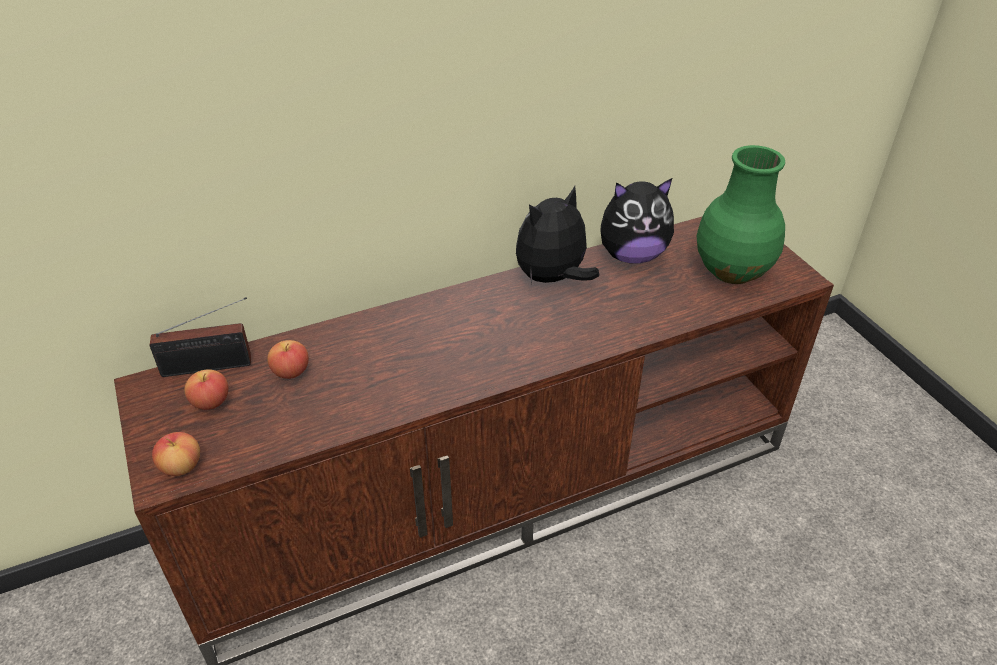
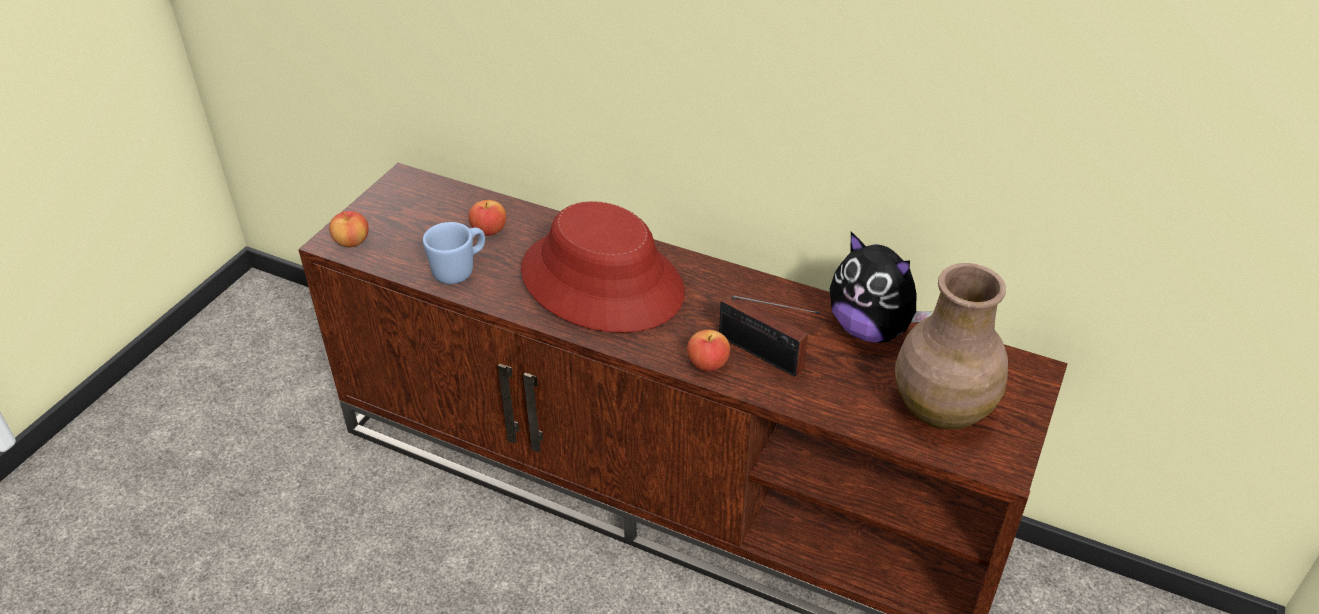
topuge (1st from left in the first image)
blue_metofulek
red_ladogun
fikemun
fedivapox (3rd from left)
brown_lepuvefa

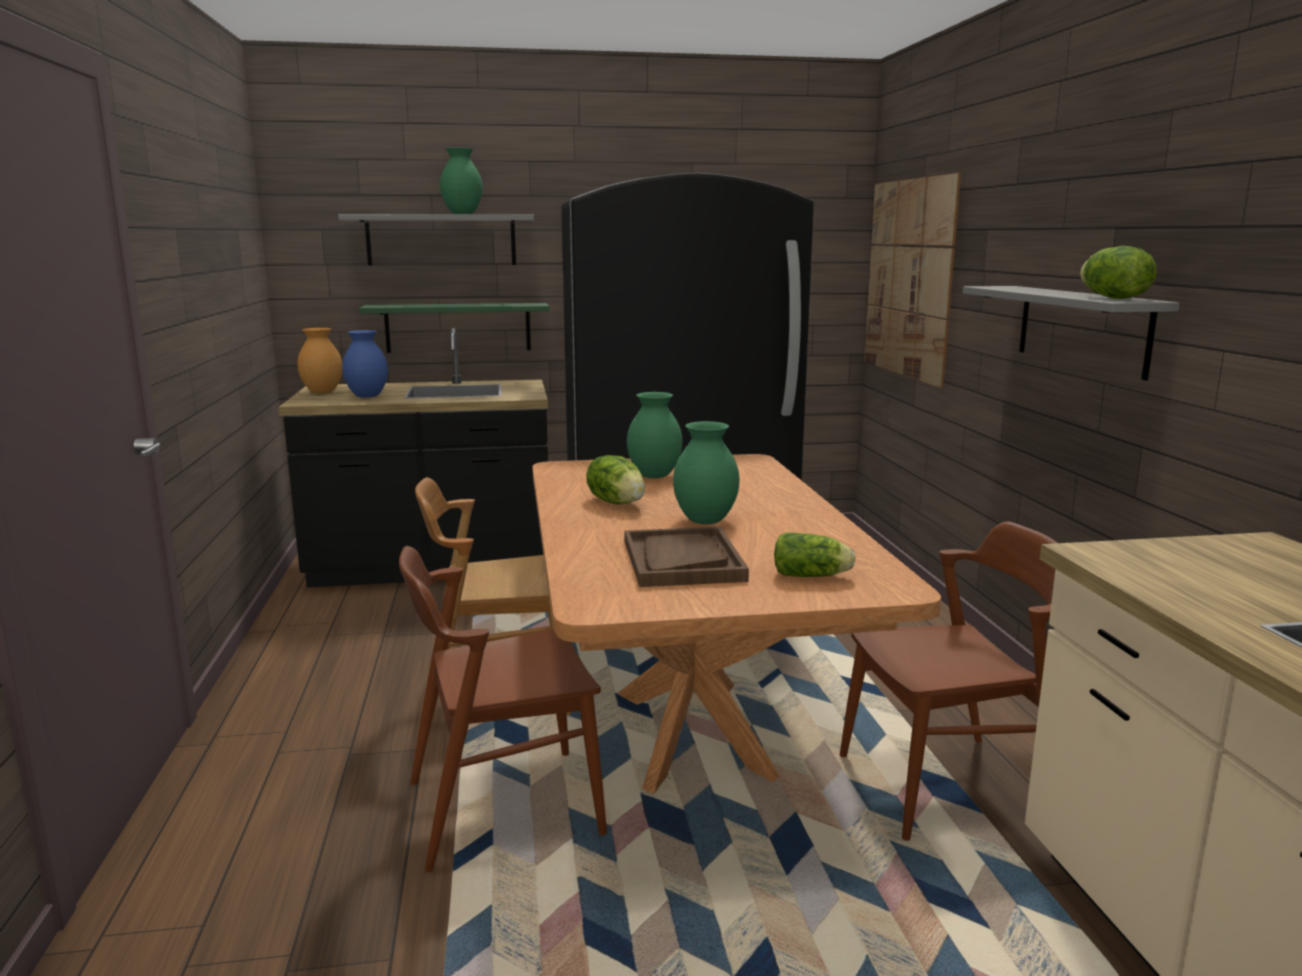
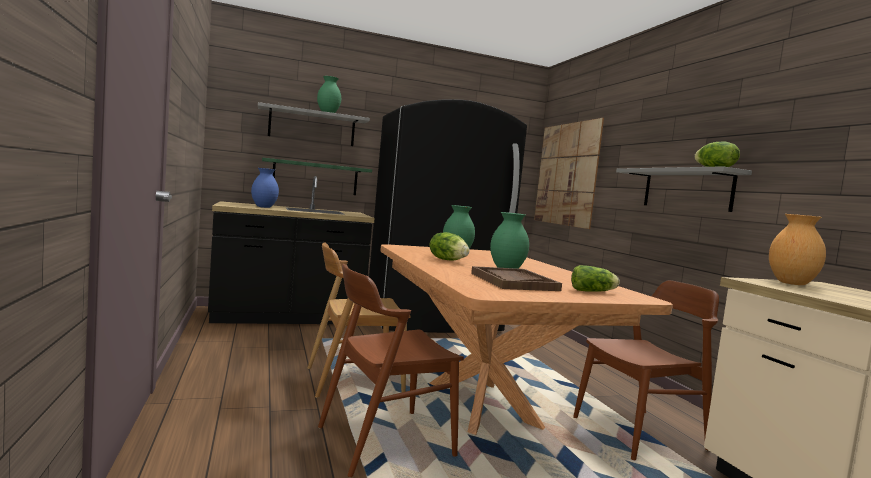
brown_lepuvefa

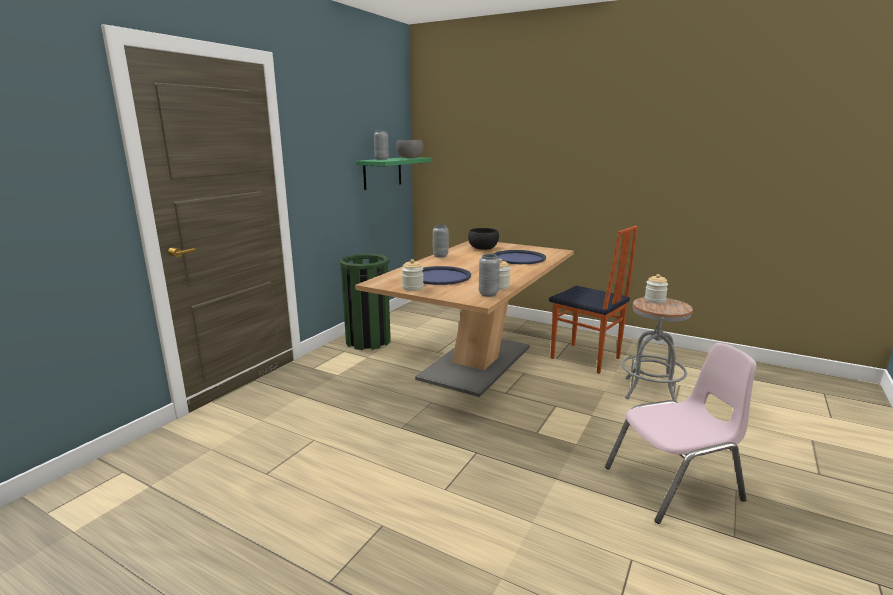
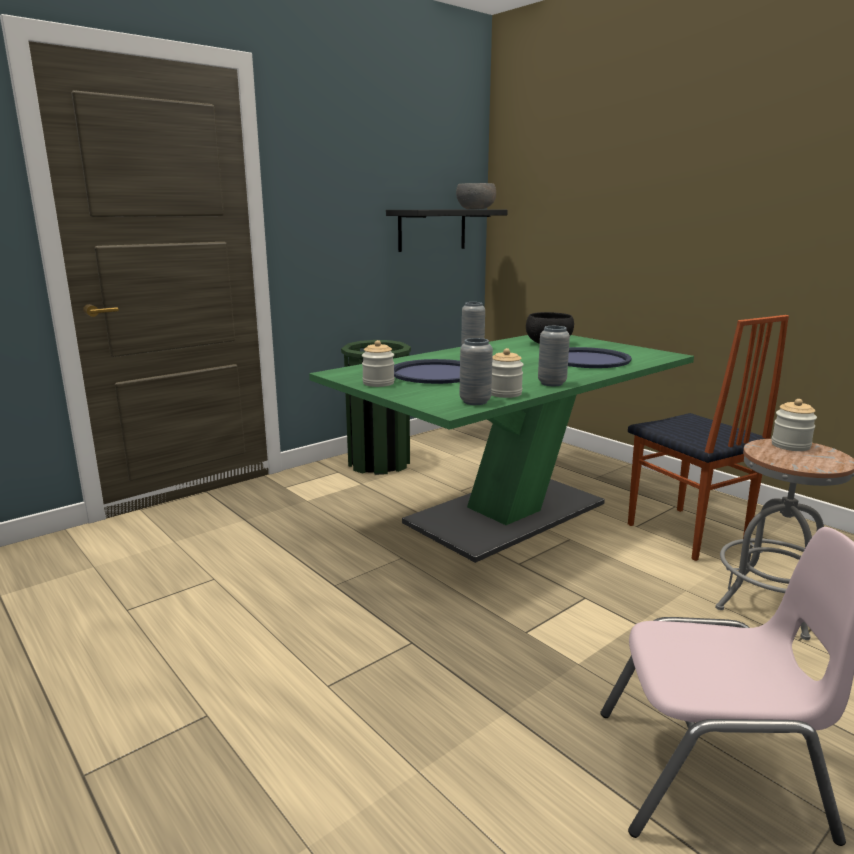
grey_lepuvefa (3rd from left)
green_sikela
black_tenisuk

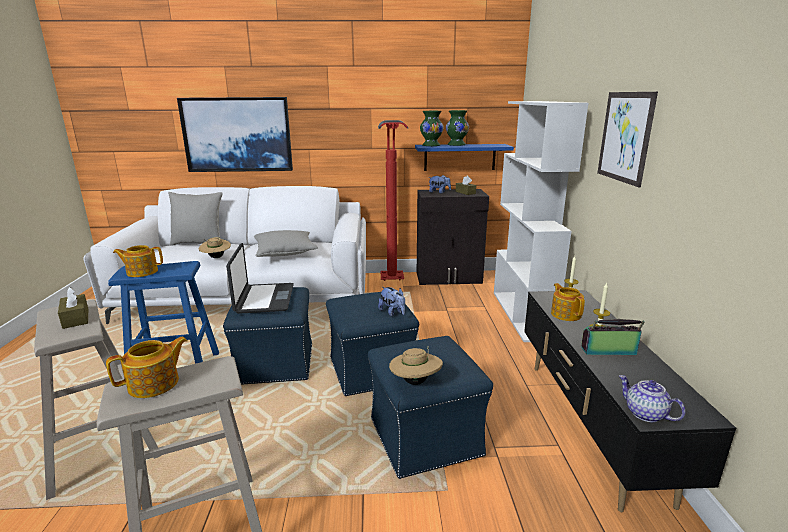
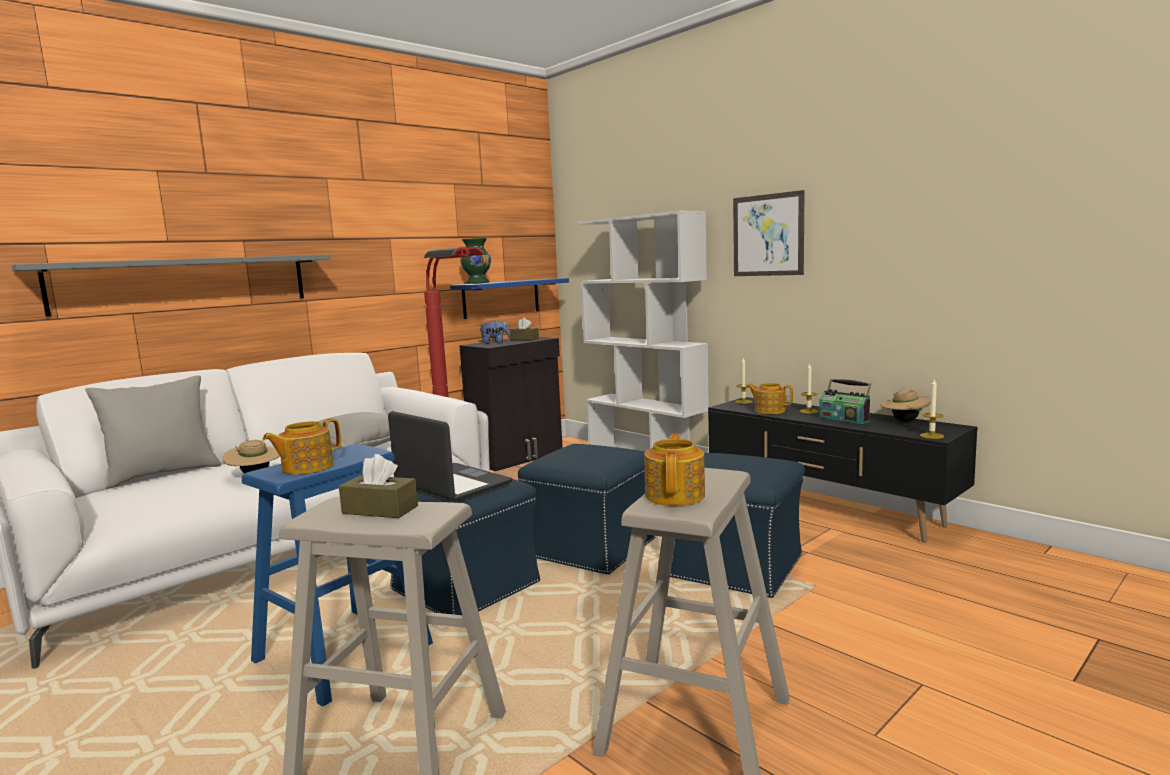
topuge (1st from left in the first image)
green_lepuvefa (2nd from left in the first image)
beige_ladogun (2nd from left)
grey_tenisuk
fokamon (3rd from left)
fikemun

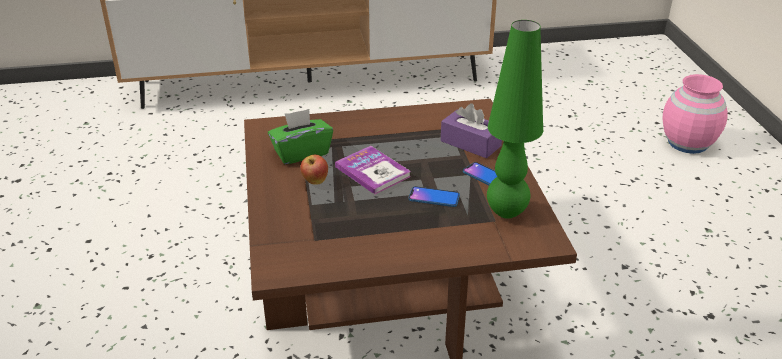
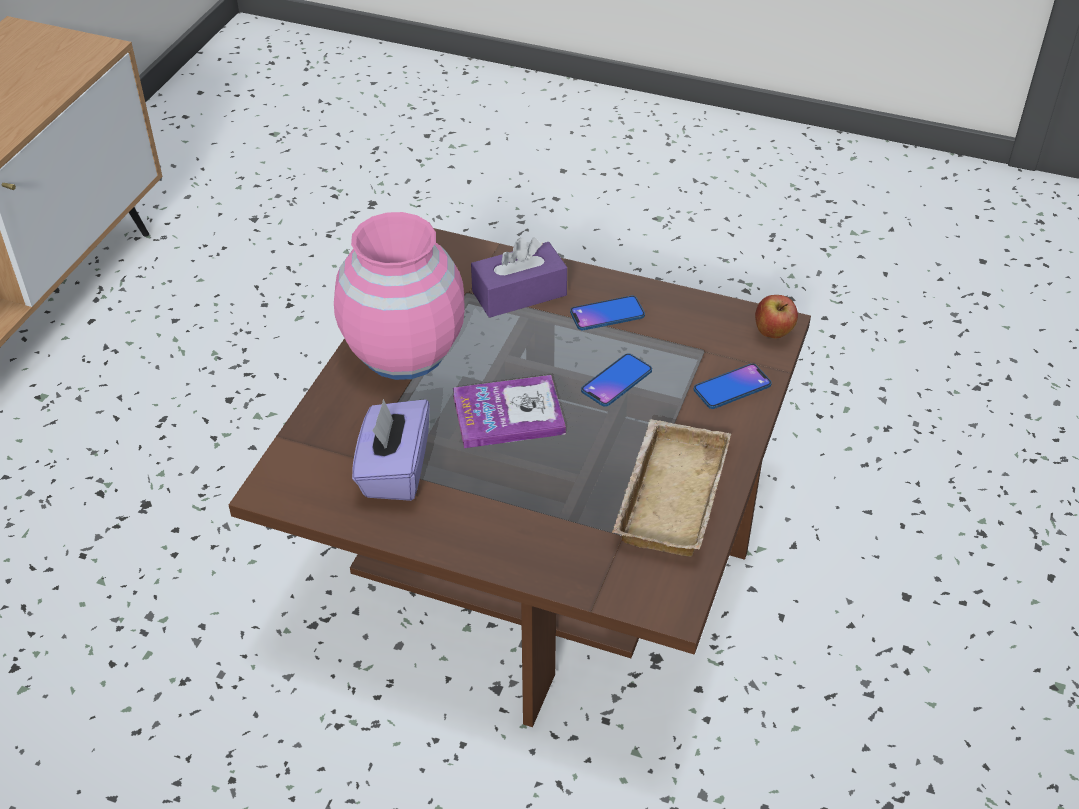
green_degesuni
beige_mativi
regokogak (3rd from left)
fedivapox
pink_lepuvefa
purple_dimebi (1st from left)

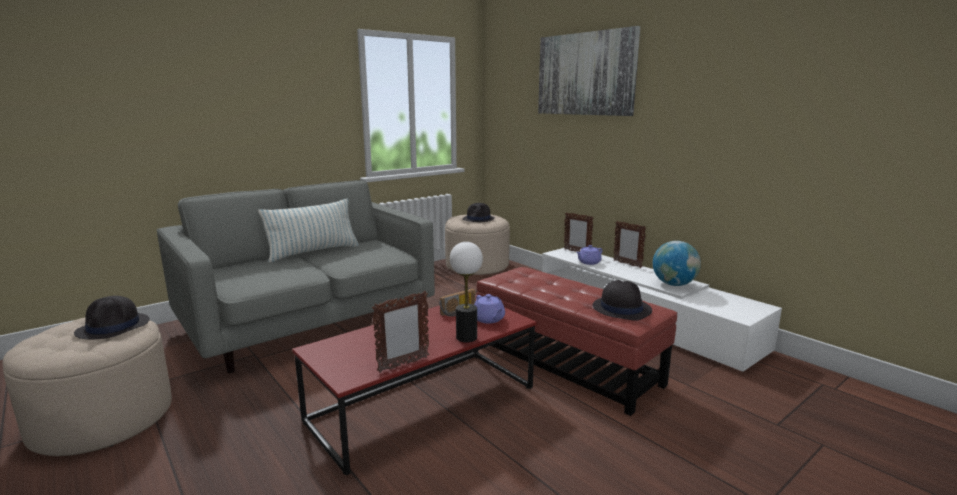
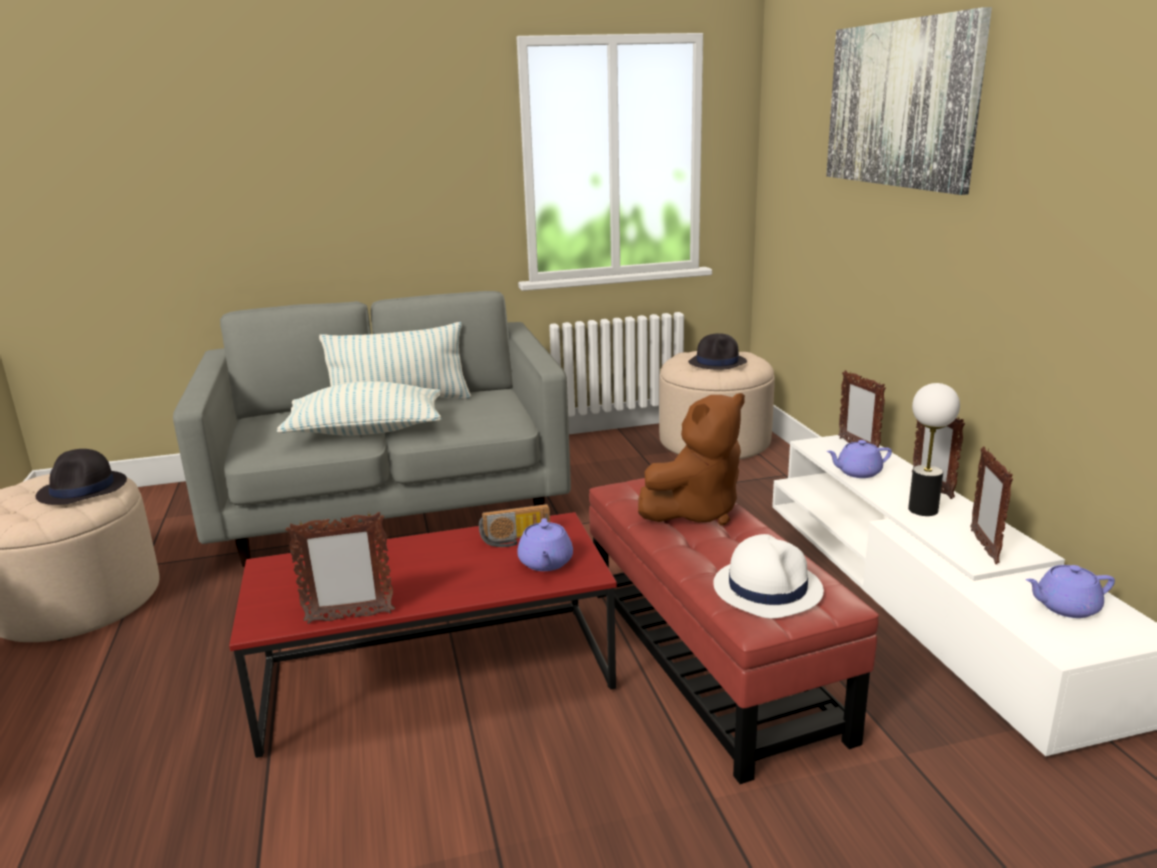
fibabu (1st from left)
brown_topuge
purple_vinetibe (3rd from left)
degesuni
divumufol (4th from left)
white_ladogun

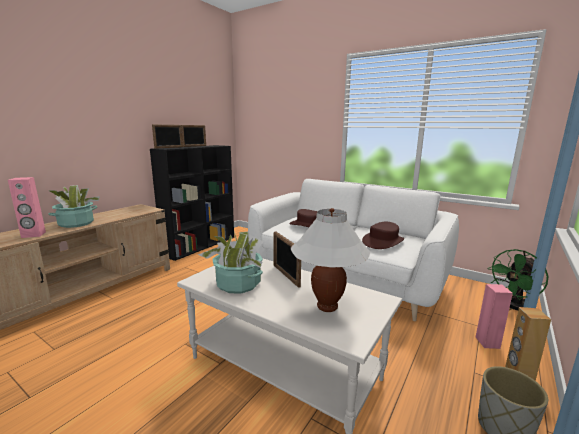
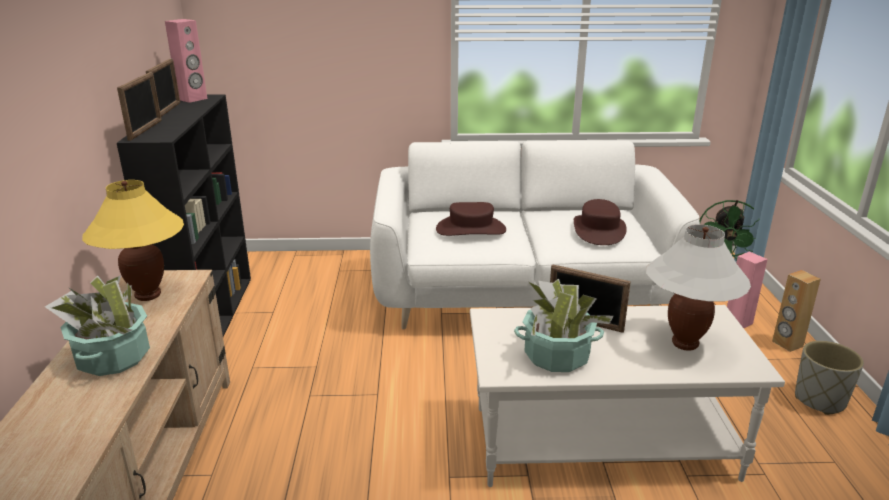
yellow_degesuni
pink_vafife (1st from left)

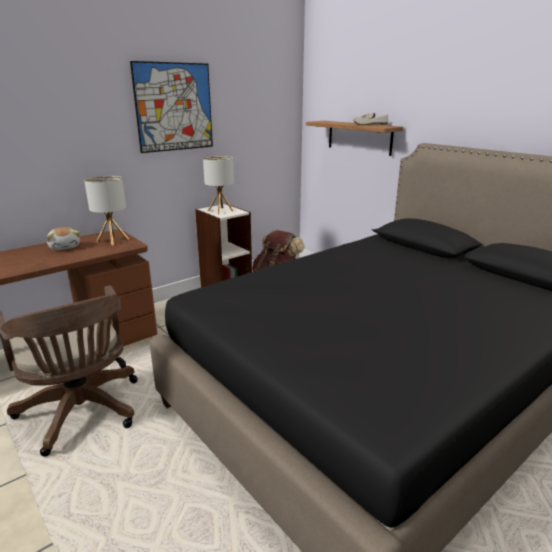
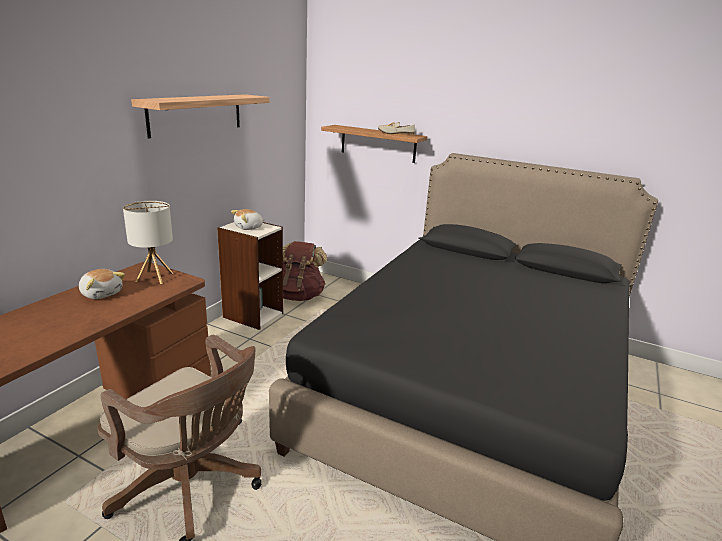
tenisuk (1st from left)
topuge (2nd from left)

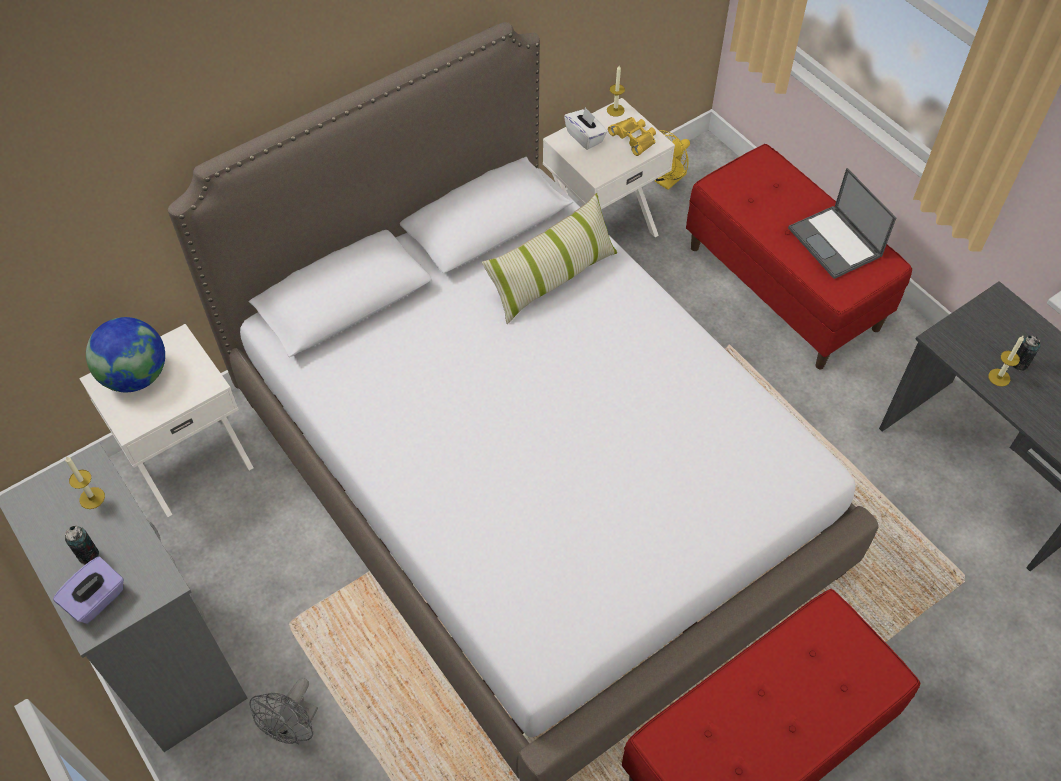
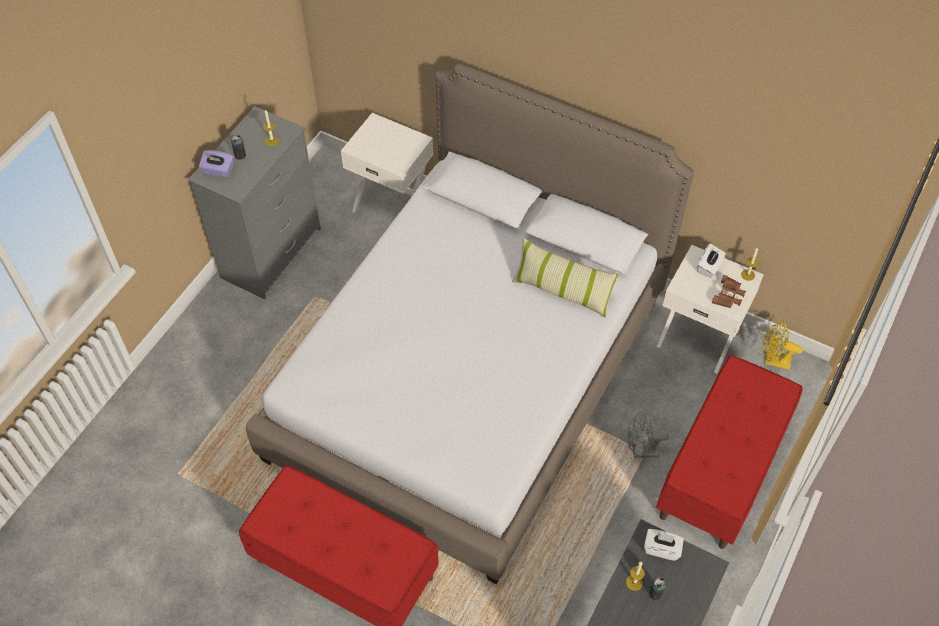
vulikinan
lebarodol
white_dimebi (1st from left)
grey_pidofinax
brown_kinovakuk

